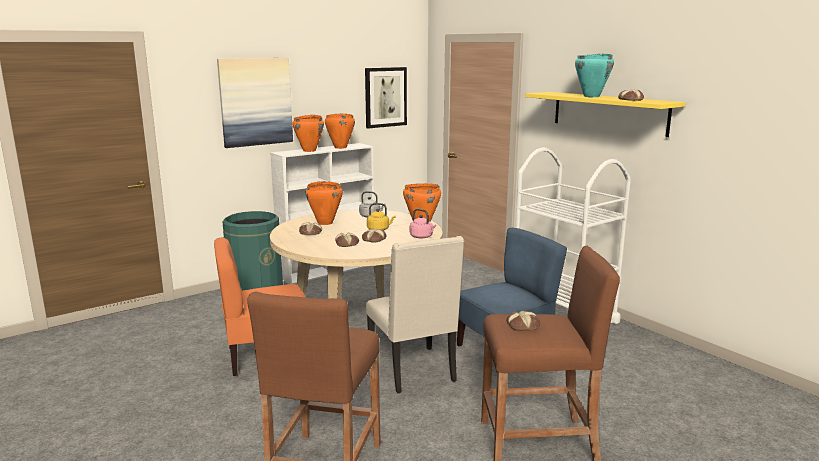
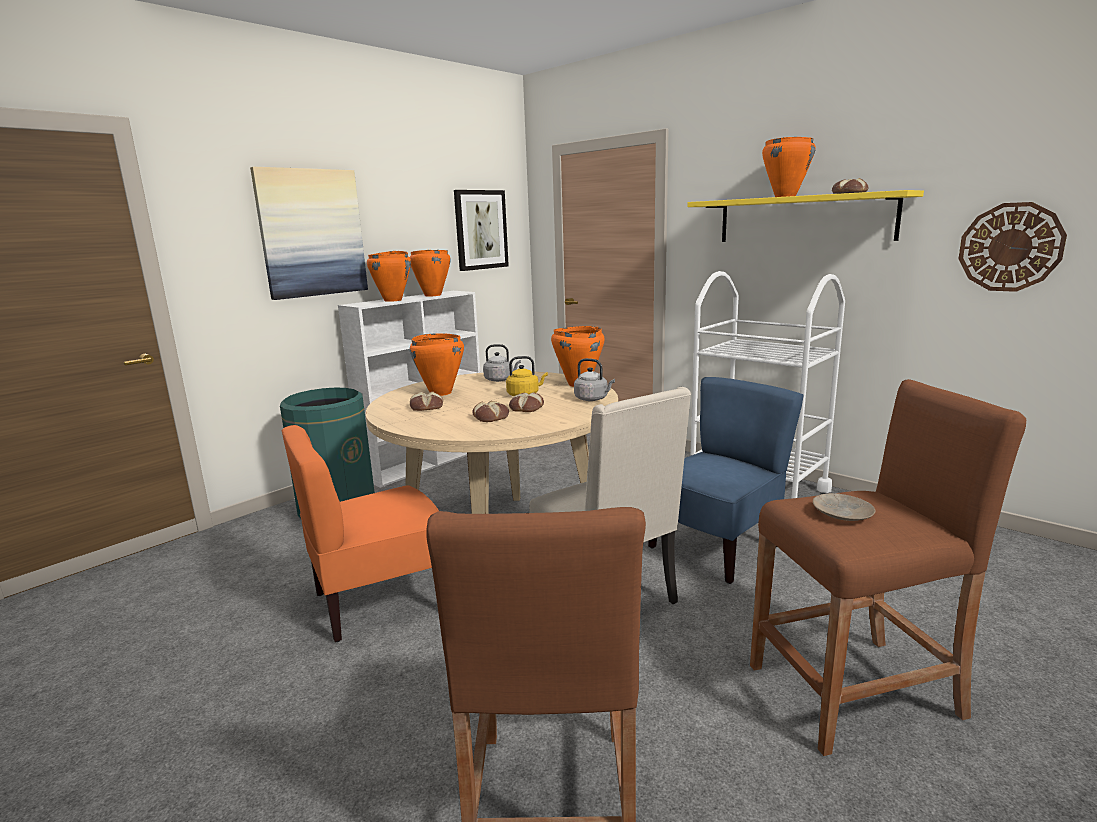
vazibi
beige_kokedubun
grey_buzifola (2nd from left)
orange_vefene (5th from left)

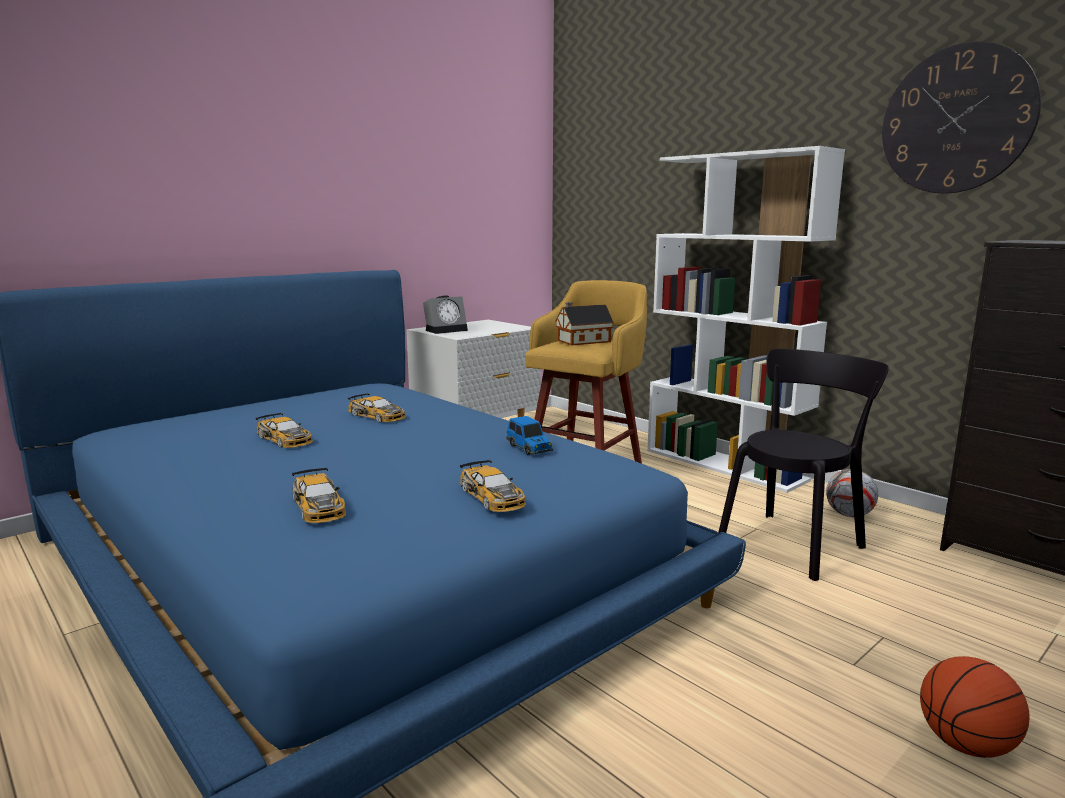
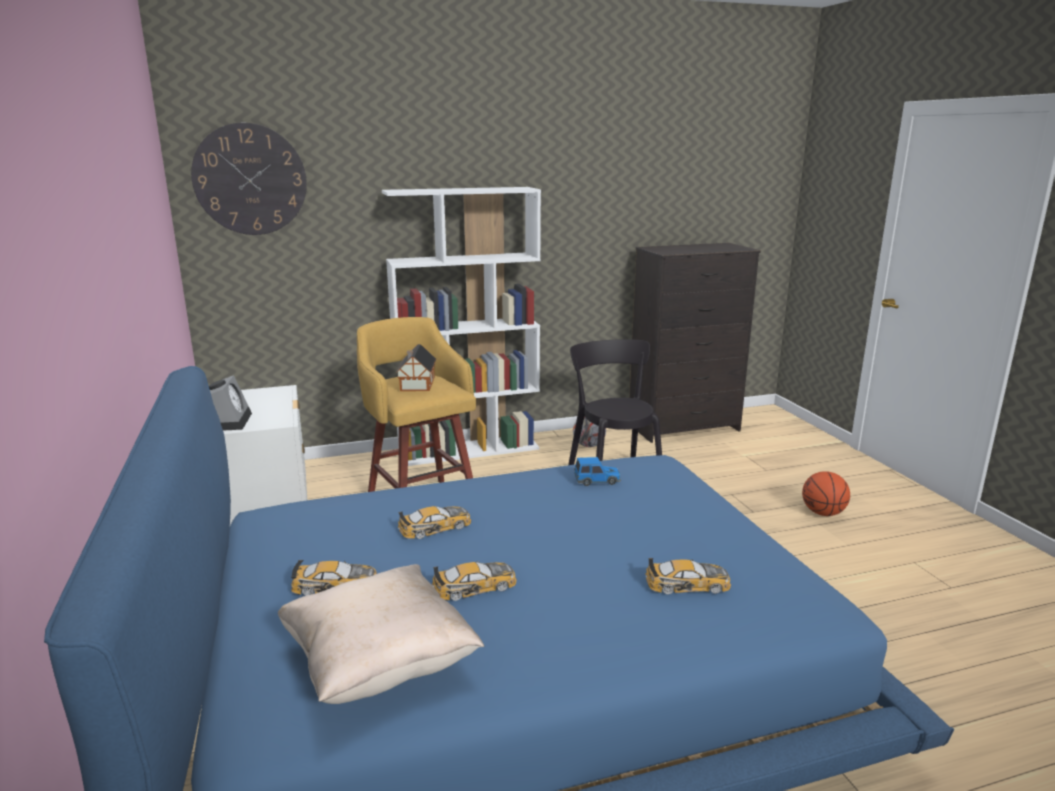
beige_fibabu
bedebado (1st from left)
vazibi

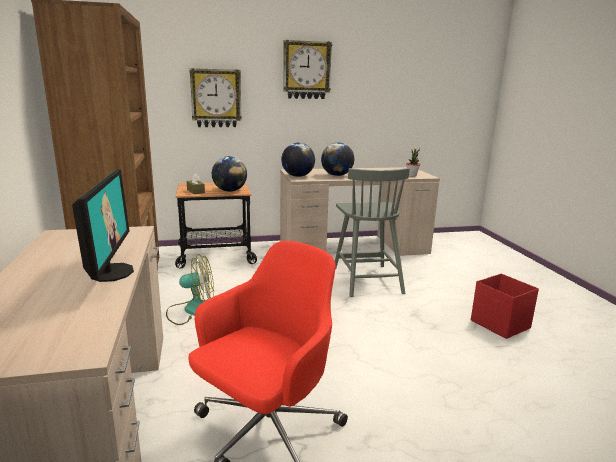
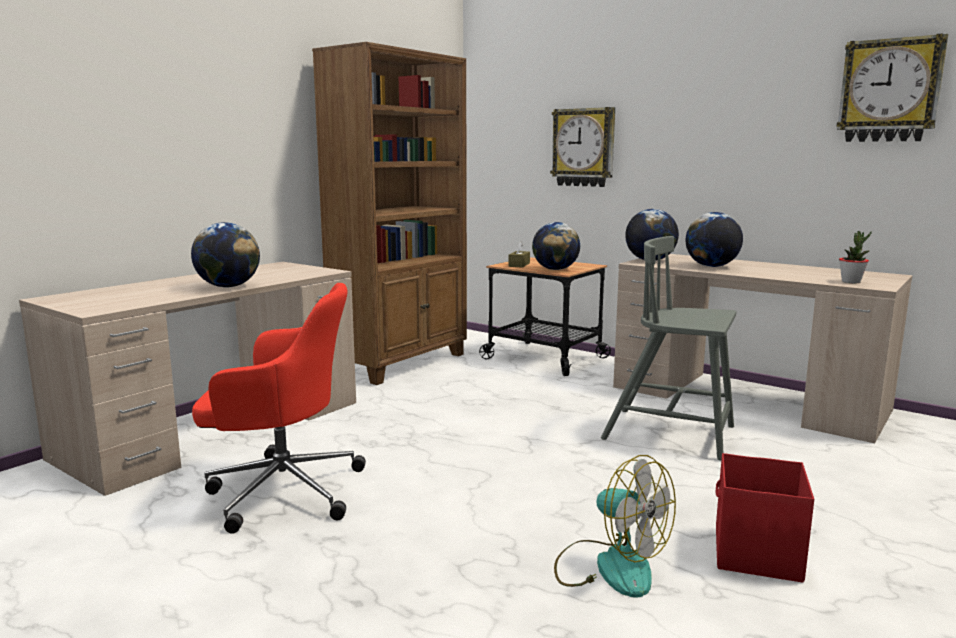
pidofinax
vazibi (2nd from left)
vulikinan (1st from left)
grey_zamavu

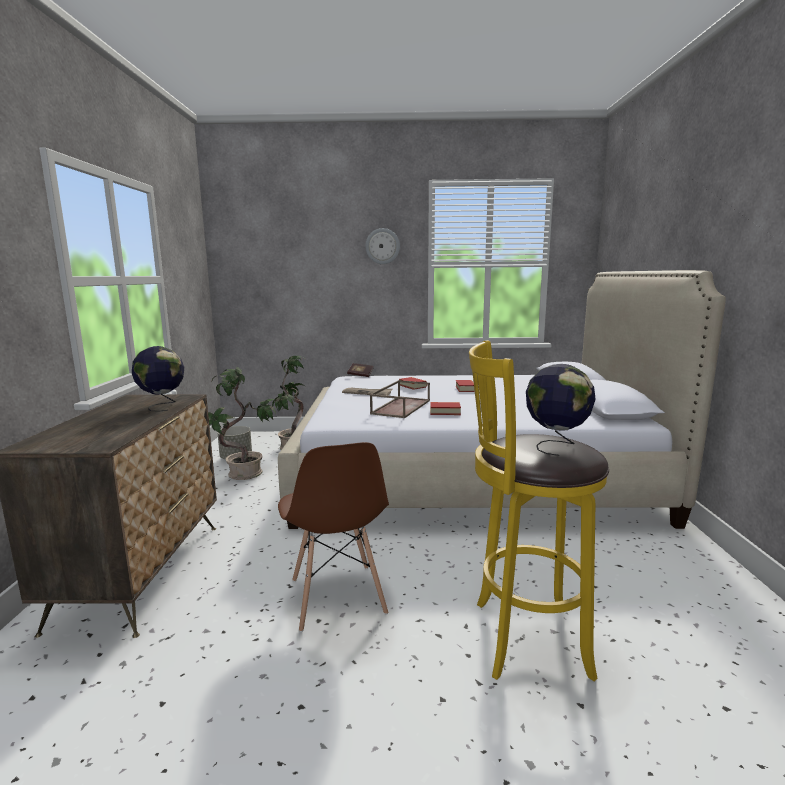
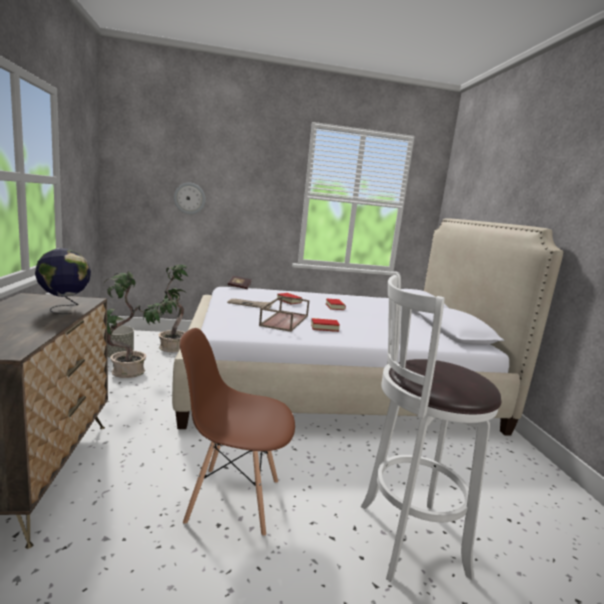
vulikinan (2nd from left in the first image)
vazibi
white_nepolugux
brown_zamavu

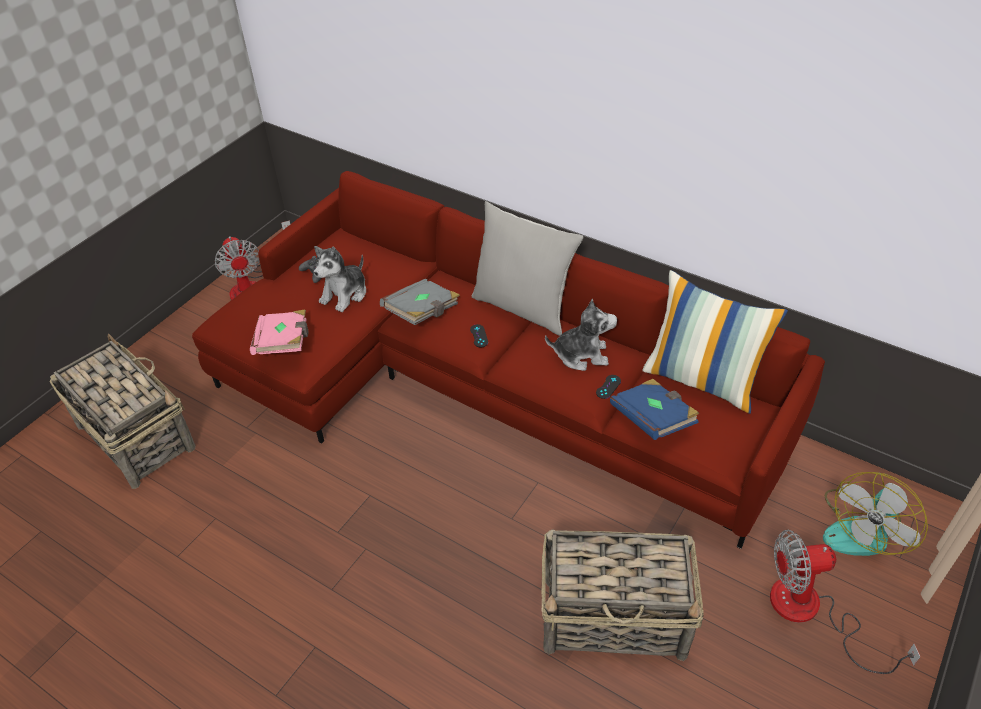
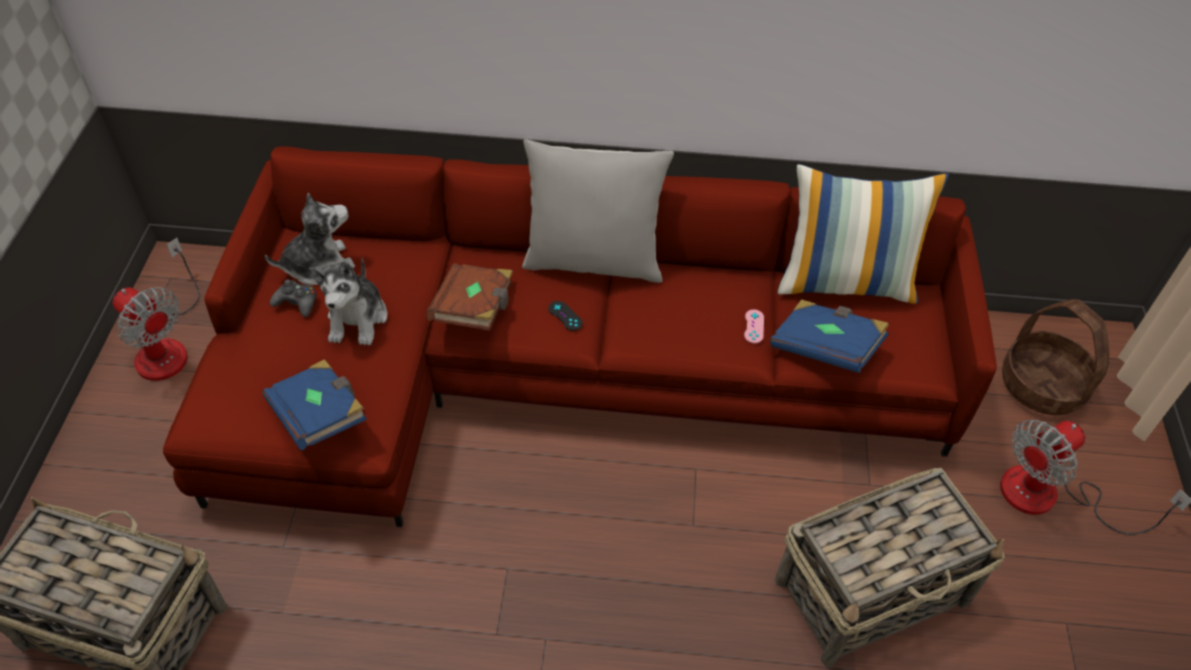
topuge (1st from left)
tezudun (3rd from left)
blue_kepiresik (1st from left)
brown_kepiresik
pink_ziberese

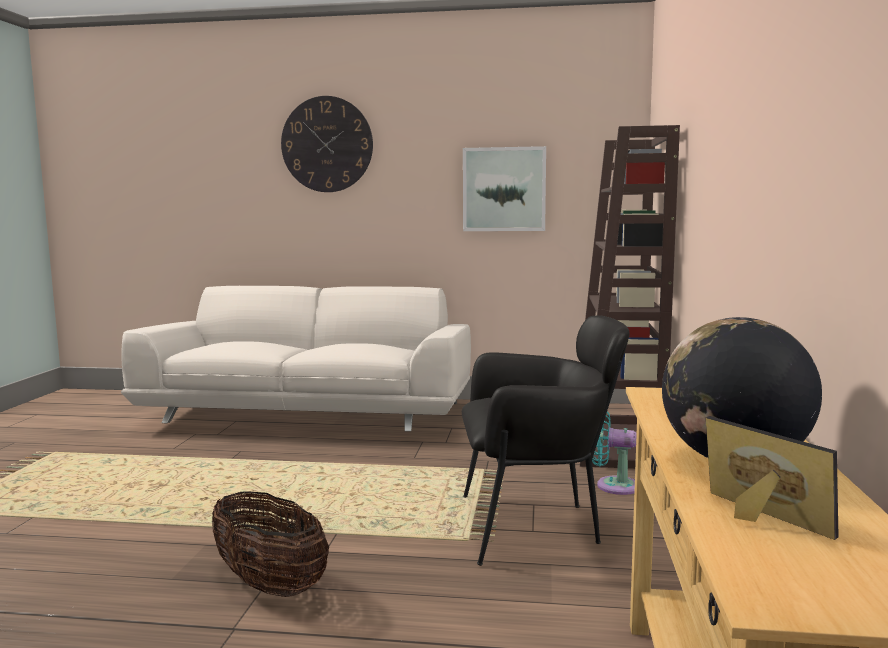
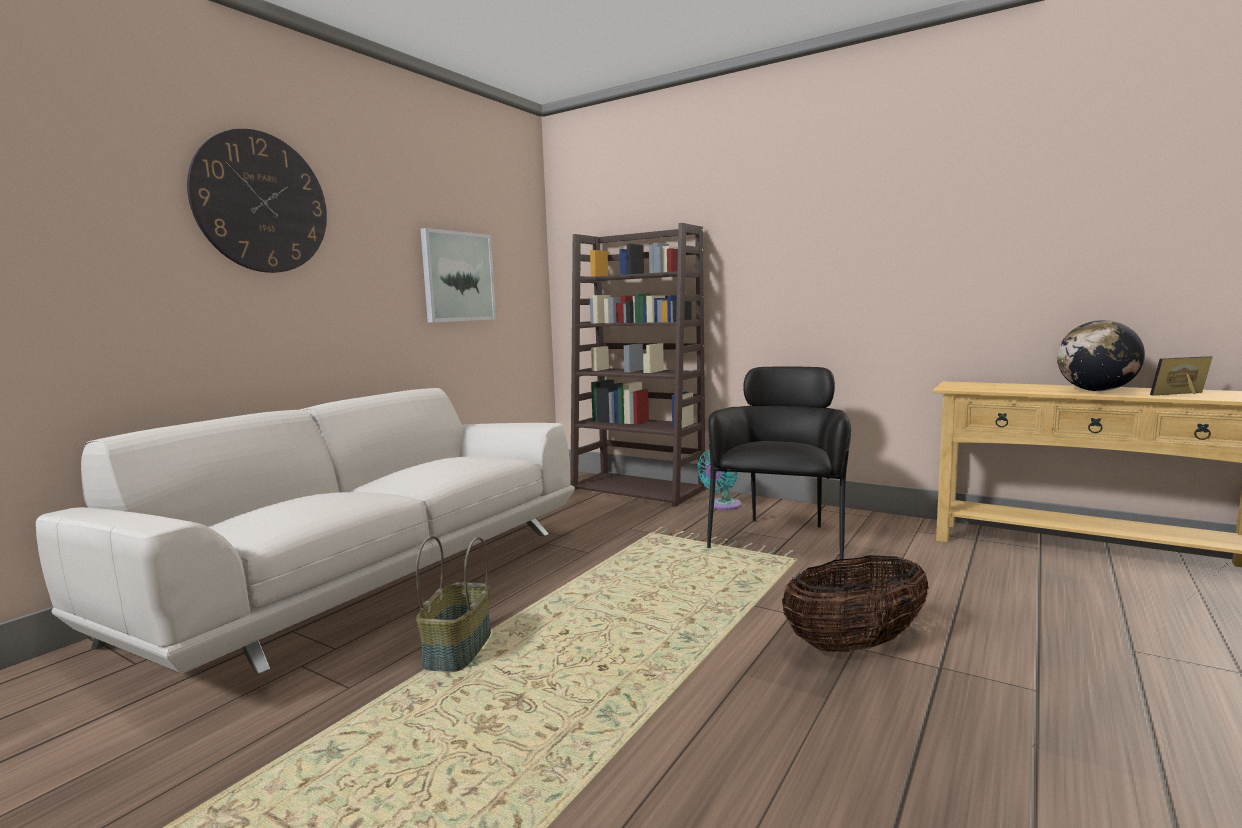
tezudun (1st from left)

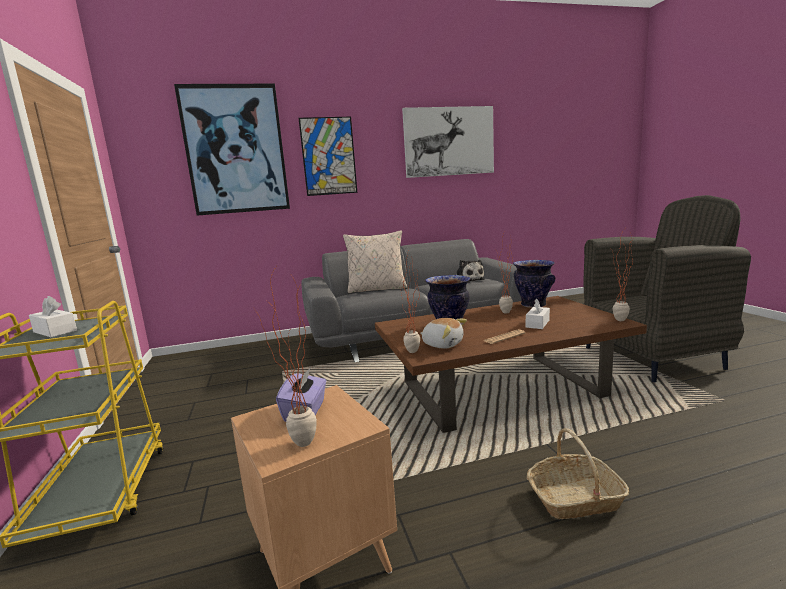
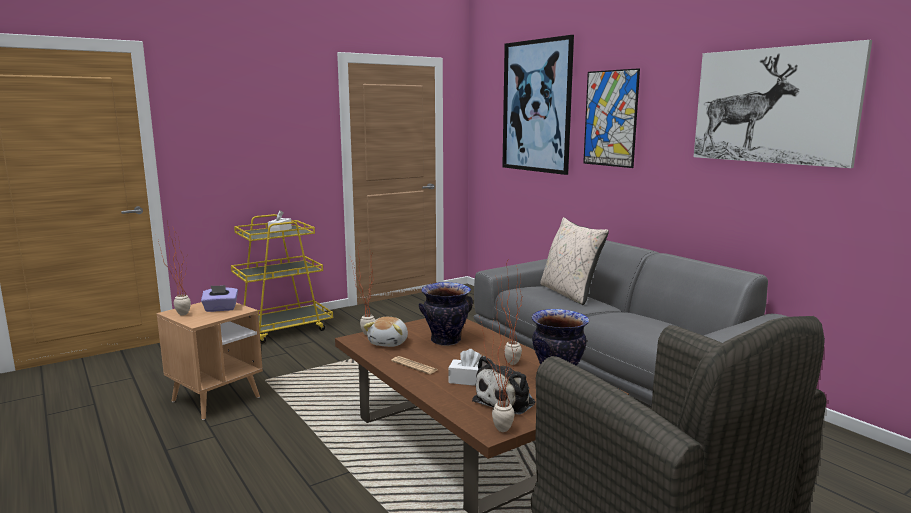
tezudun
topuge (2nd from left)

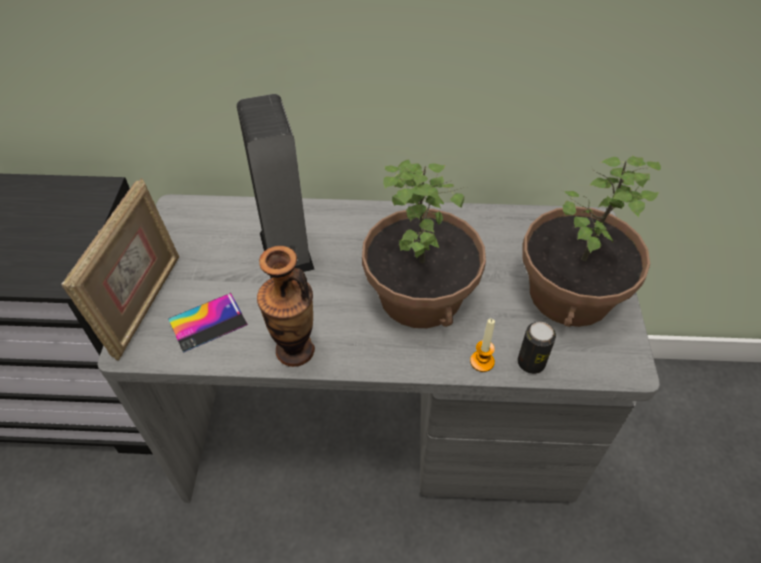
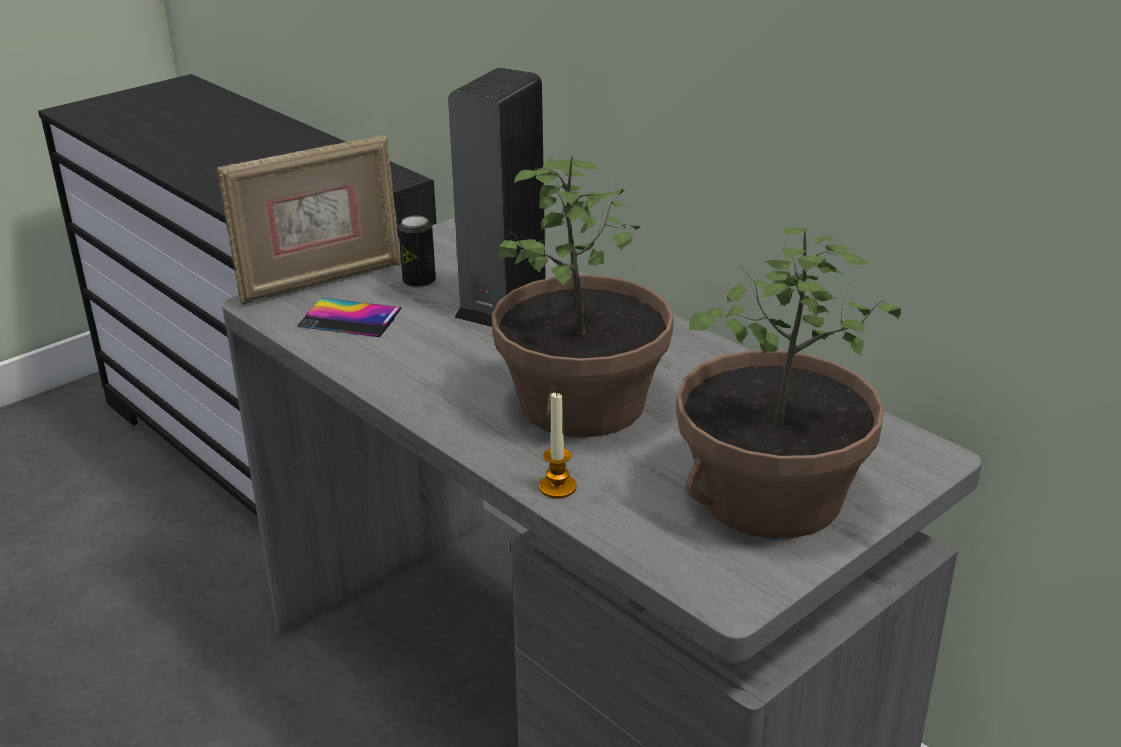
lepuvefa
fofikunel

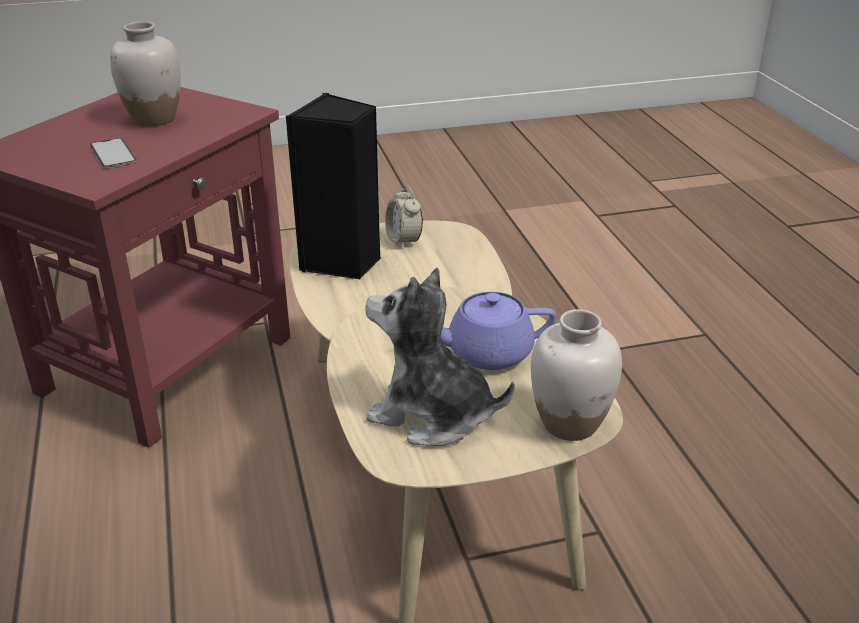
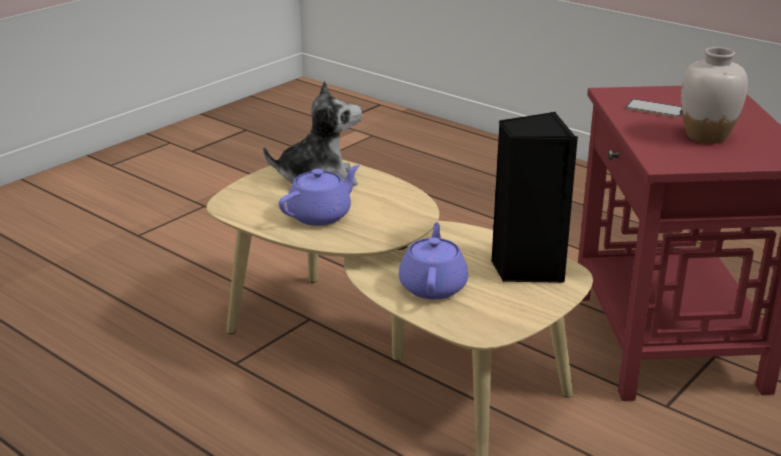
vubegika
white_lepuvefa (2nd from left in the first image)
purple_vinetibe (2nd from left)

